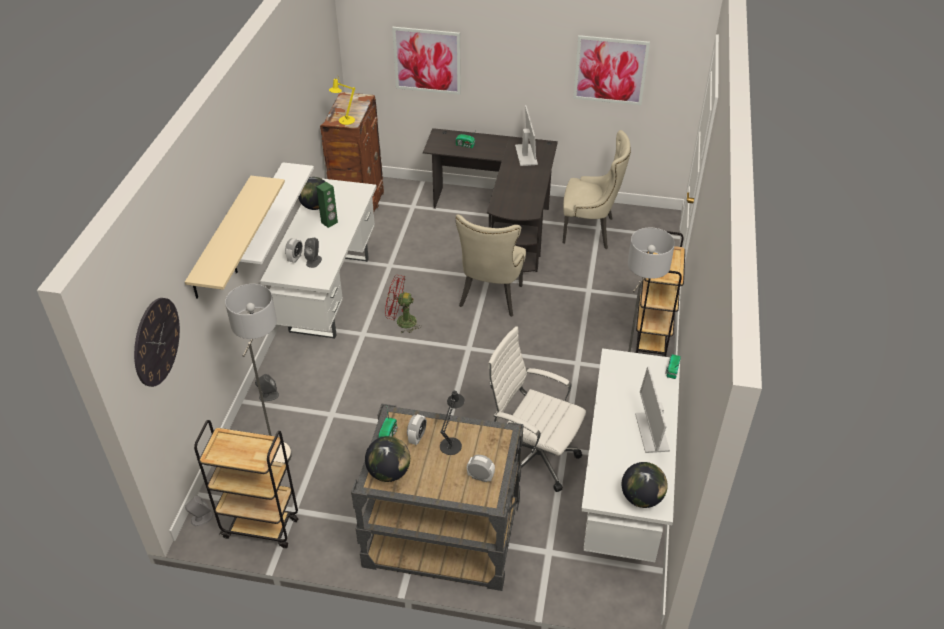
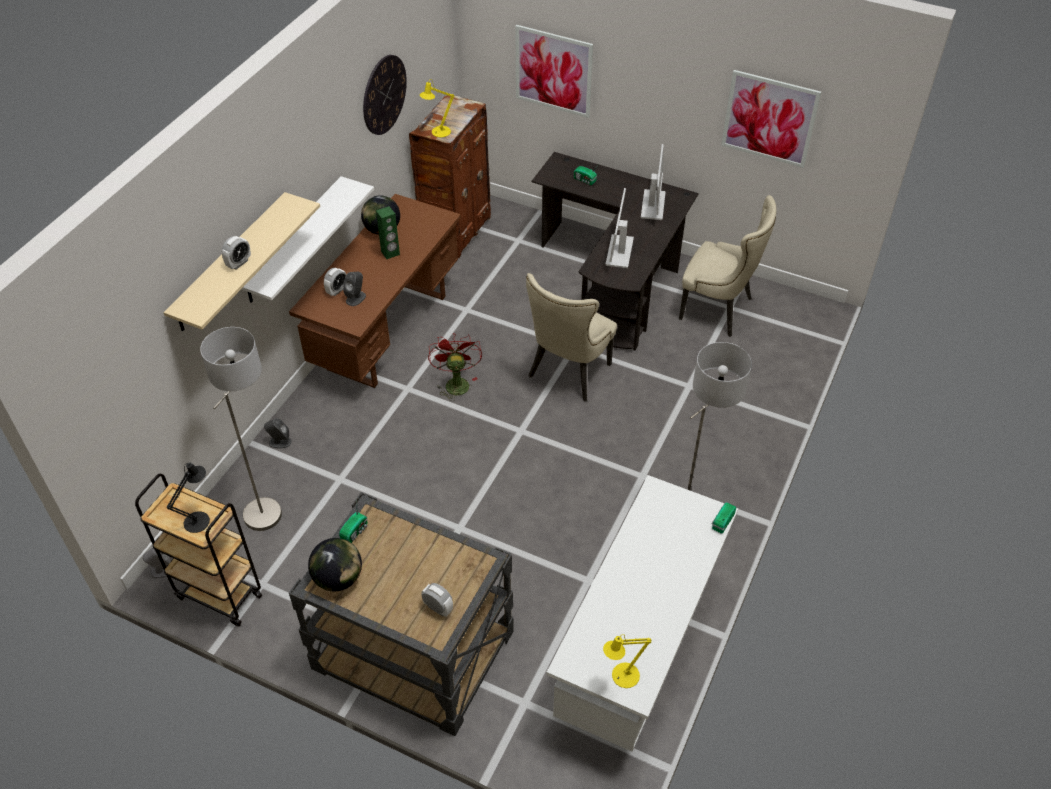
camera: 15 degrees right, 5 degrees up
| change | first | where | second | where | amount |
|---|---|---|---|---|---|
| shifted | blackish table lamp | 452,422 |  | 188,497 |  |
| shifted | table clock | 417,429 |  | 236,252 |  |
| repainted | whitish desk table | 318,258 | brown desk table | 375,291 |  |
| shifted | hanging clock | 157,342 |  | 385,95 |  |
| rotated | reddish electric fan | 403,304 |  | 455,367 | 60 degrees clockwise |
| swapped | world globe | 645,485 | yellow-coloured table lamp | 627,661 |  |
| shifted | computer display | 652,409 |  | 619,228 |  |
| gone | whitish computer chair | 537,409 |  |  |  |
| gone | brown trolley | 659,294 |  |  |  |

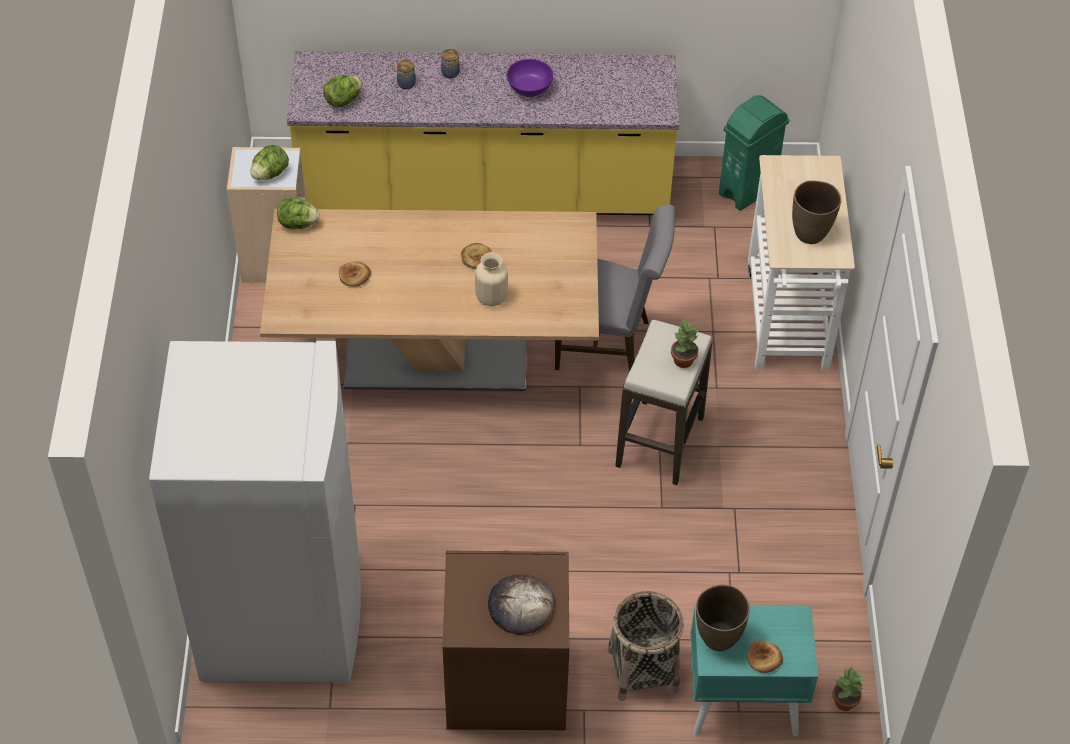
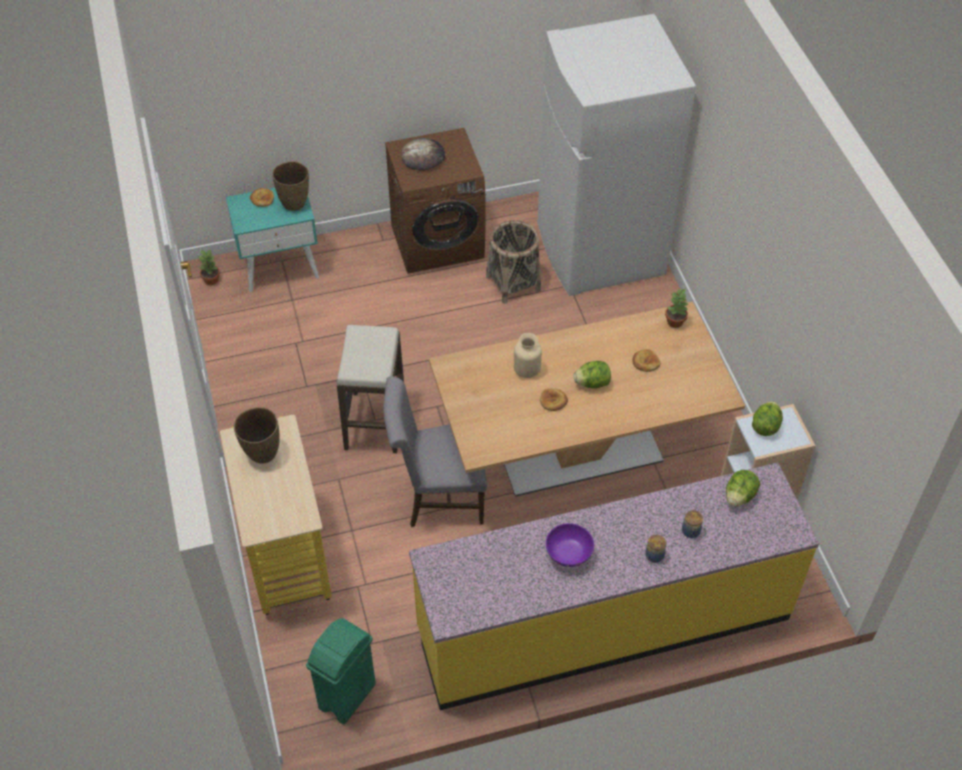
camera: 165 degrees right, 0 degrees up
| change | first | where | second | where | amount |
|---|---|---|---|---|---|
| repainted | whitish trolley | 801,262 | yellow-coloured trolley | 276,515 |  |
| shifted | storage basket | 646,646 |  | 513,262 |  |
| shifted | lettuce | 298,213 |  | 592,375 |  |
| shifted | plant in a pot | 685,343 |  | 677,308 |  |

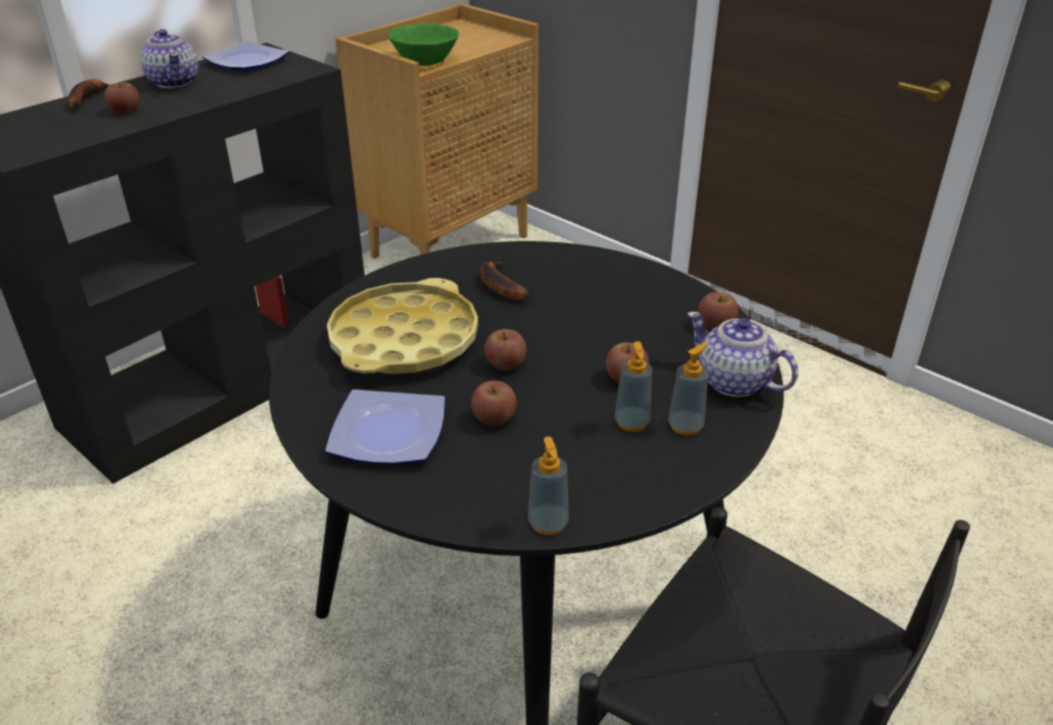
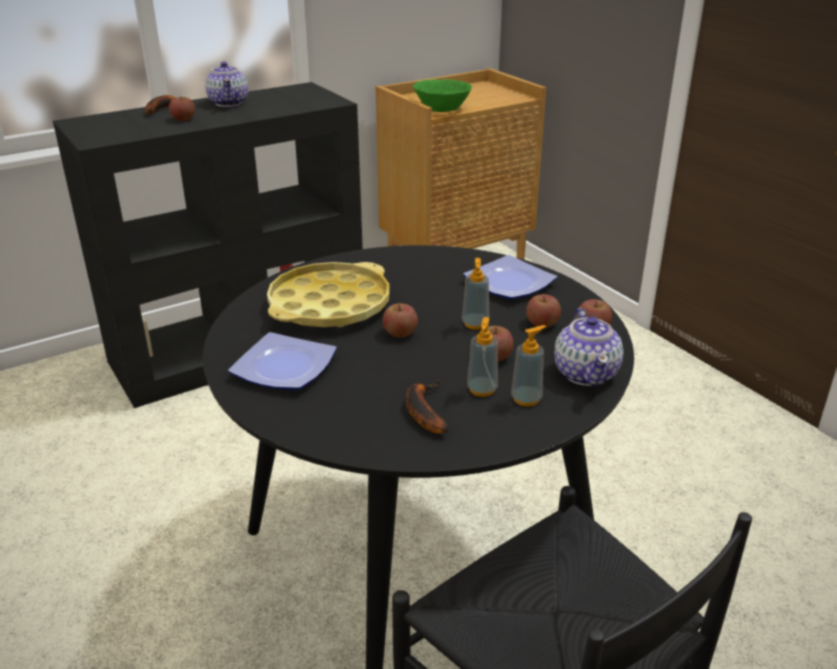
camera: 15 degrees right, 5 degrees down
| change | first | where | second | where | amount |
|---|---|---|---|---|---|
| shifted | whole banana | 504,279 |  | 427,406 |  |
| shifted | soap bottle | 548,486 |  | 475,294 |  |
| shifted | flat dish | 246,56 |  | 510,277 |  |
| shifted | whole apple | 494,403 |  | 543,311 |  |
| rotated | pot for tea | 742,354 |  | 588,347 | 150 degrees counterclockwise |

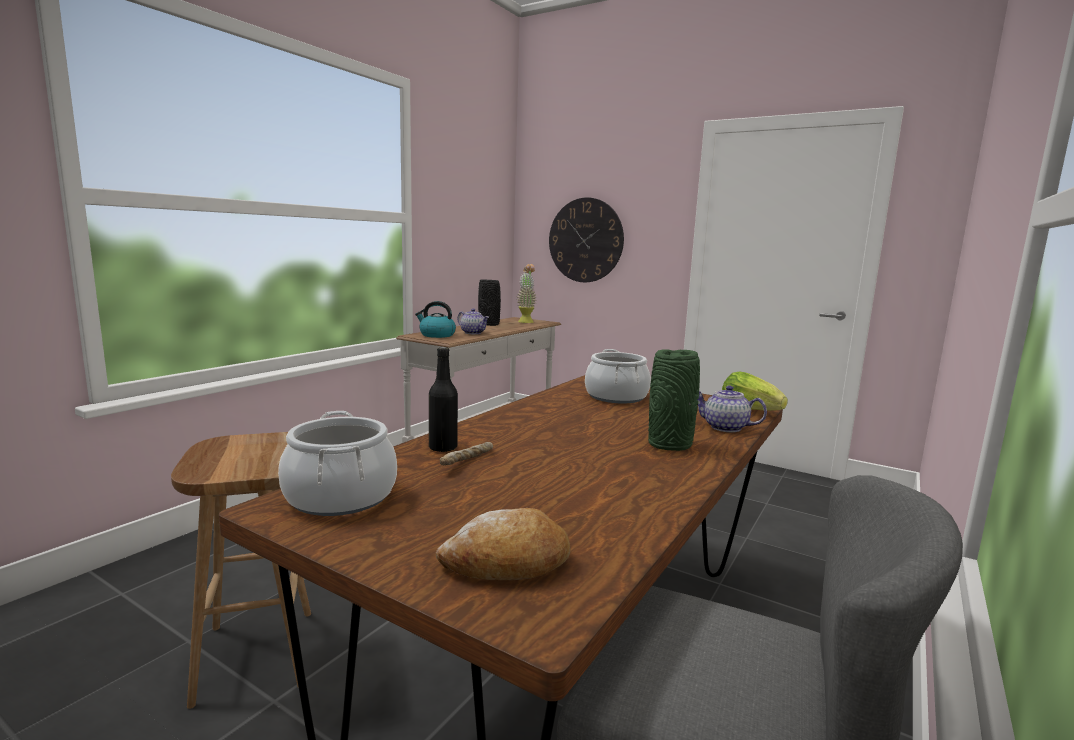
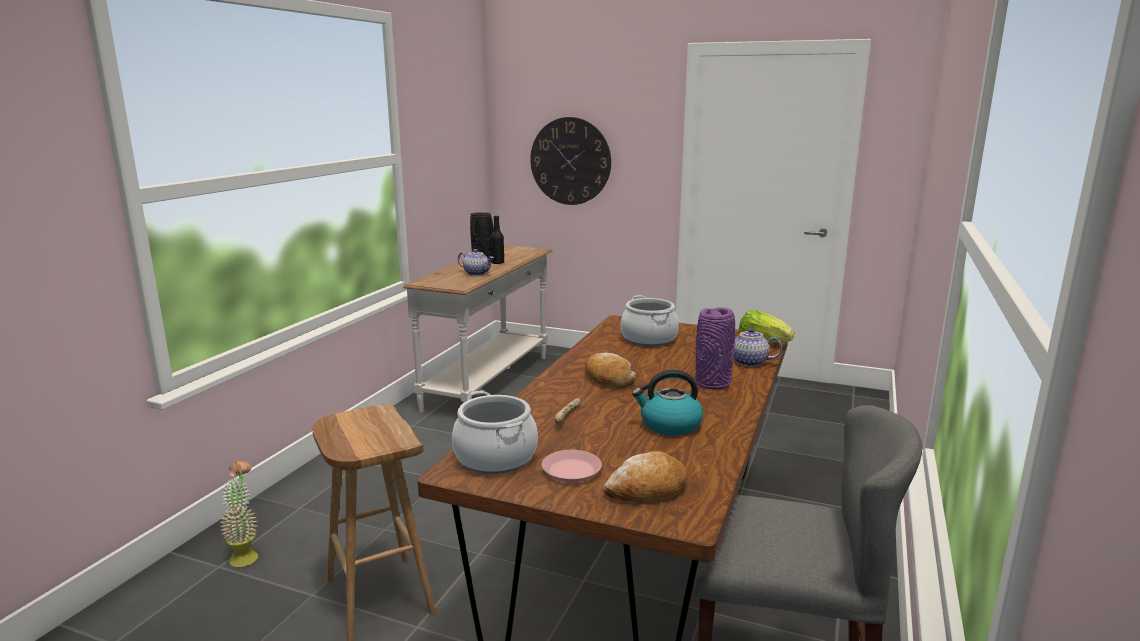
camera: 10 degrees left, 5 degrees up
| change | first | where | second | where | amount |
|---|---|---|---|---|---|
| shifted | plant in a pot | 527,293 |  | 239,513 |  |
| shifted | blackish drink bottle | 443,399 |  | 497,239 |  |
| new |  |  | pink flat dish | 572,466 |  |
| new |  |  | baked bread | 610,370 |  |
| shifted | kettle | 435,319 |  | 667,403 |  |
| repainted | green vase | 674,400 | purple-coloured vase | 715,348 |  |

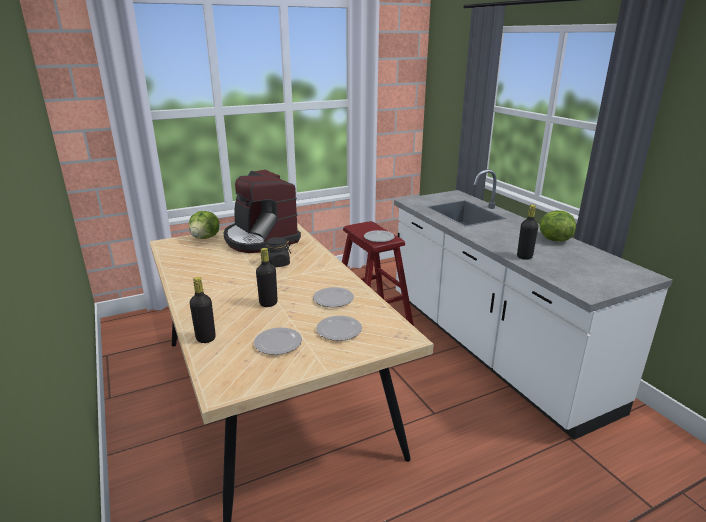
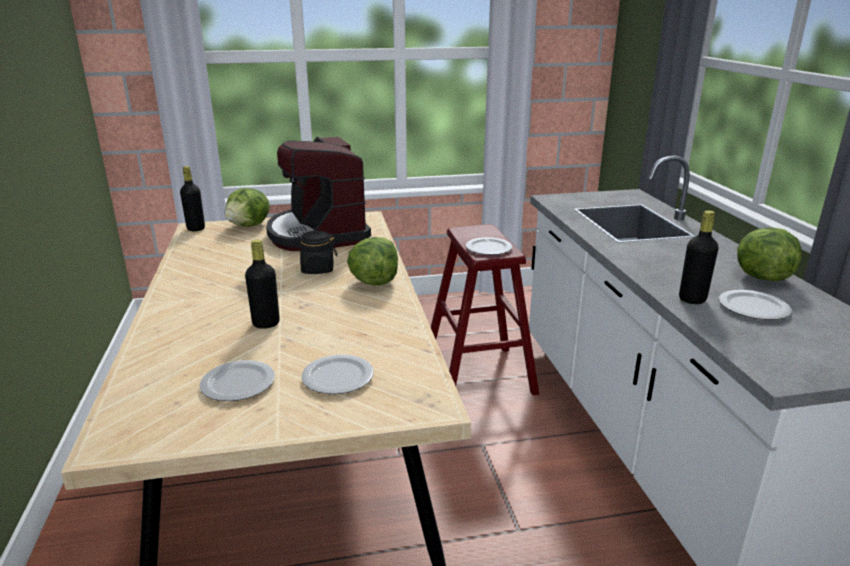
camera: 15 degrees right, 0 degrees up
| change | first | where | second | where | amount |
|---|---|---|---|---|---|
| shifted | blackish drink bottle | 203,310 |  | 192,198 |  |
| new |  |  | lettuce | 372,261 |  |
| shifted | flat dish | 333,297 |  | 755,305 |  |

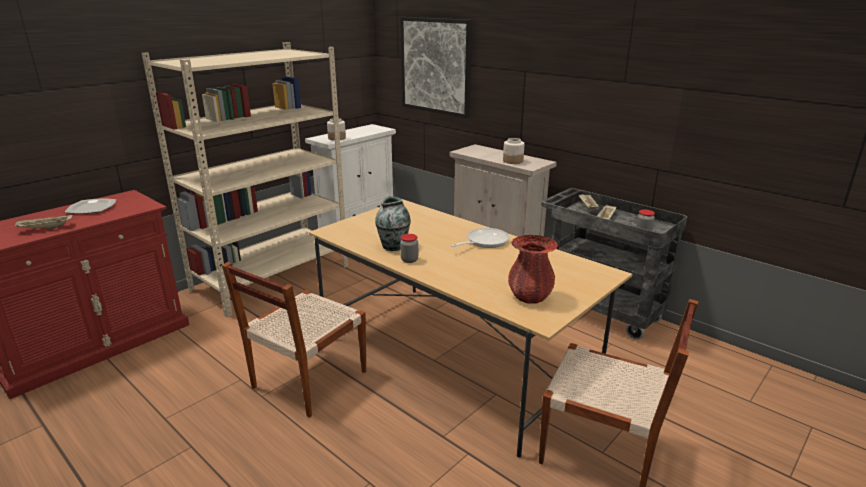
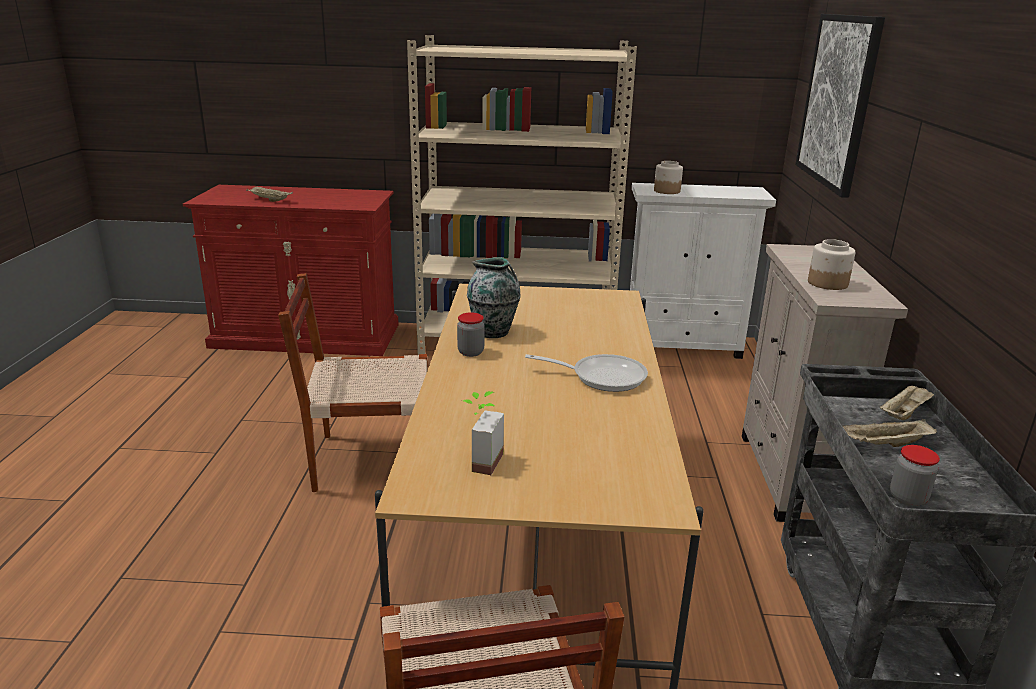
camera: 50 degrees right, 0 degrees up
| change | first | where | second | where | amount |
|---|---|---|---|---|---|
| swapped | reddish vase | 533,269 | plant in a pot | 483,433 |  |
| gone | flat dish | 90,206 |  |  |  |

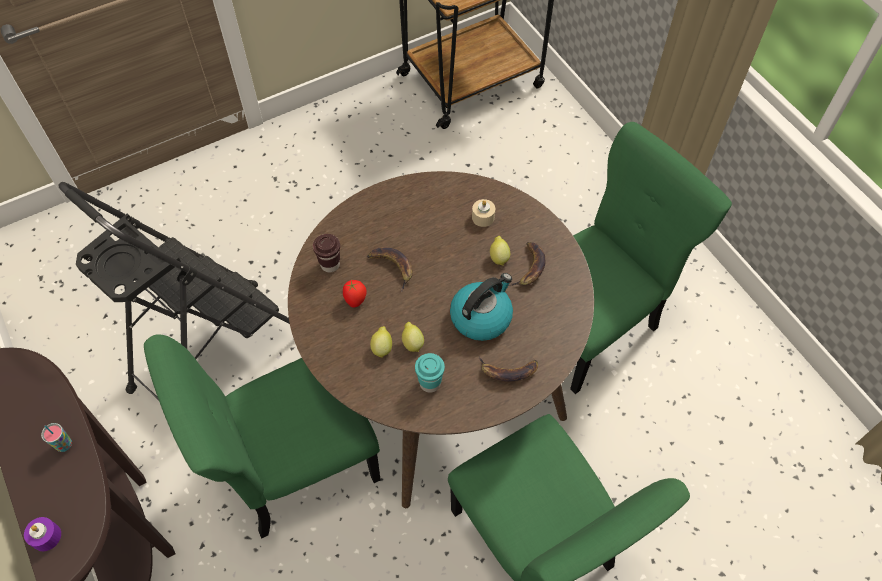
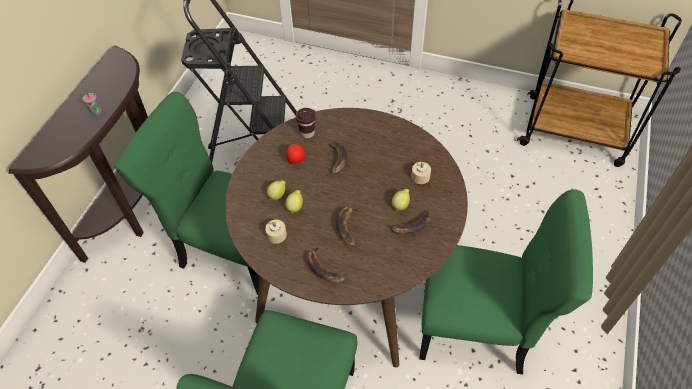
camera: 50 degrees right, 5 degrees down
| change | first | where | second | where | amount |
|---|---|---|---|---|---|
| swapped | blue-green cup | 430,373 | beige-coloured wax light | 276,232 |  |
| swapped | kettle | 481,307 | whole banana | 348,226 |  |
| gone | purple-coloured wax light | 42,534 |  |  |  |

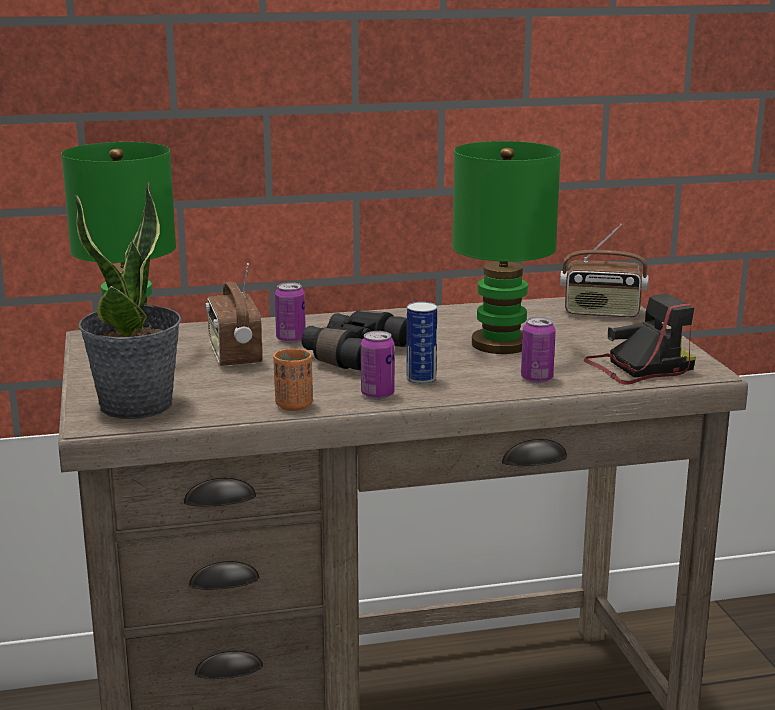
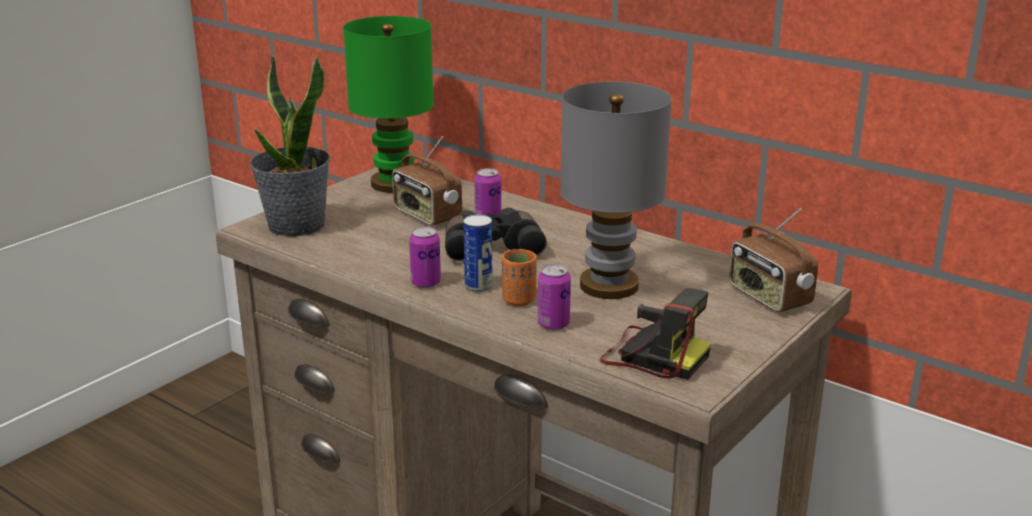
camera: 50 degrees right, 5 degrees up
| change | first | where | second | where | amount |
|---|---|---|---|---|---|
| rotated | radio | 234,314 |  | 427,181 | 75 degrees counterclockwise |
| shifted | orange cup | 293,380 |  | 519,277 |  |
| repainted | green table lamp | 506,247 | gray table lamp | 616,190 |  |

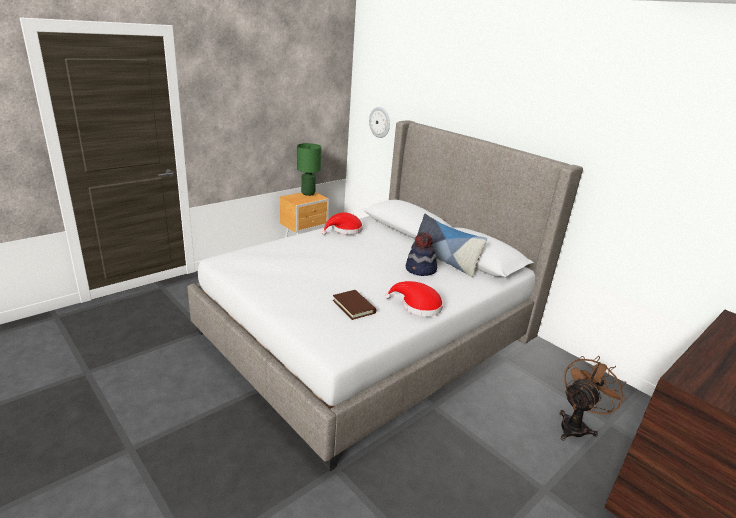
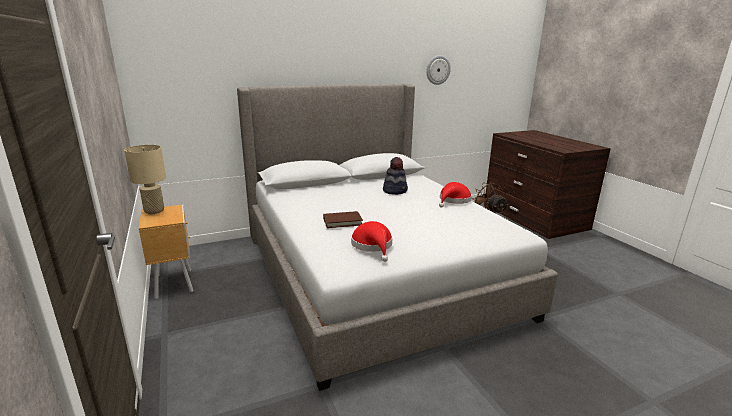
camera: 70 degrees left, 5 degrees down
| change | first | where | second | where | amount |
|---|---|---|---|---|---|
| repainted | green table lamp | 309,169 | beige-coloured table lamp | 145,179 |  |
| shifted | brown volume | 354,305 |  | 343,219 |  |
| shifted | reddish hat | 342,224 |  | 372,241 |  |
| shifted | hanging clock | 379,122 |  | 438,70 |  |
| gone | throw pillow | 449,245 |  |  |  |

